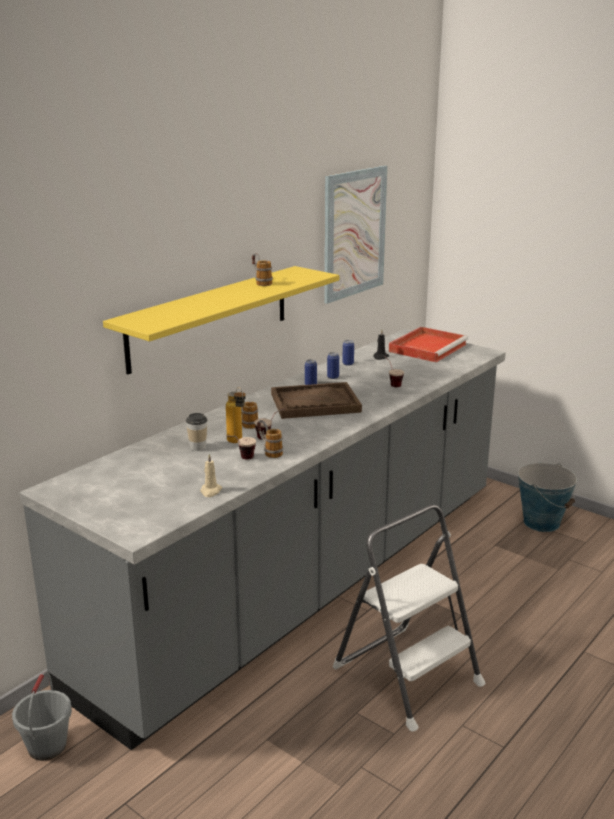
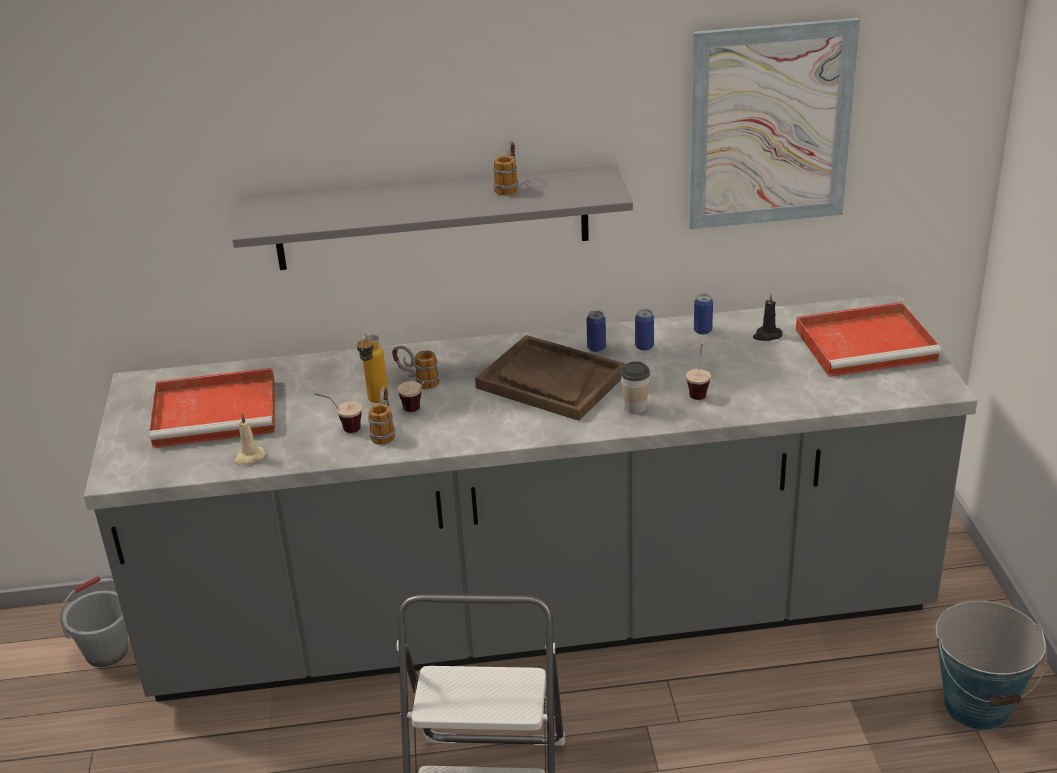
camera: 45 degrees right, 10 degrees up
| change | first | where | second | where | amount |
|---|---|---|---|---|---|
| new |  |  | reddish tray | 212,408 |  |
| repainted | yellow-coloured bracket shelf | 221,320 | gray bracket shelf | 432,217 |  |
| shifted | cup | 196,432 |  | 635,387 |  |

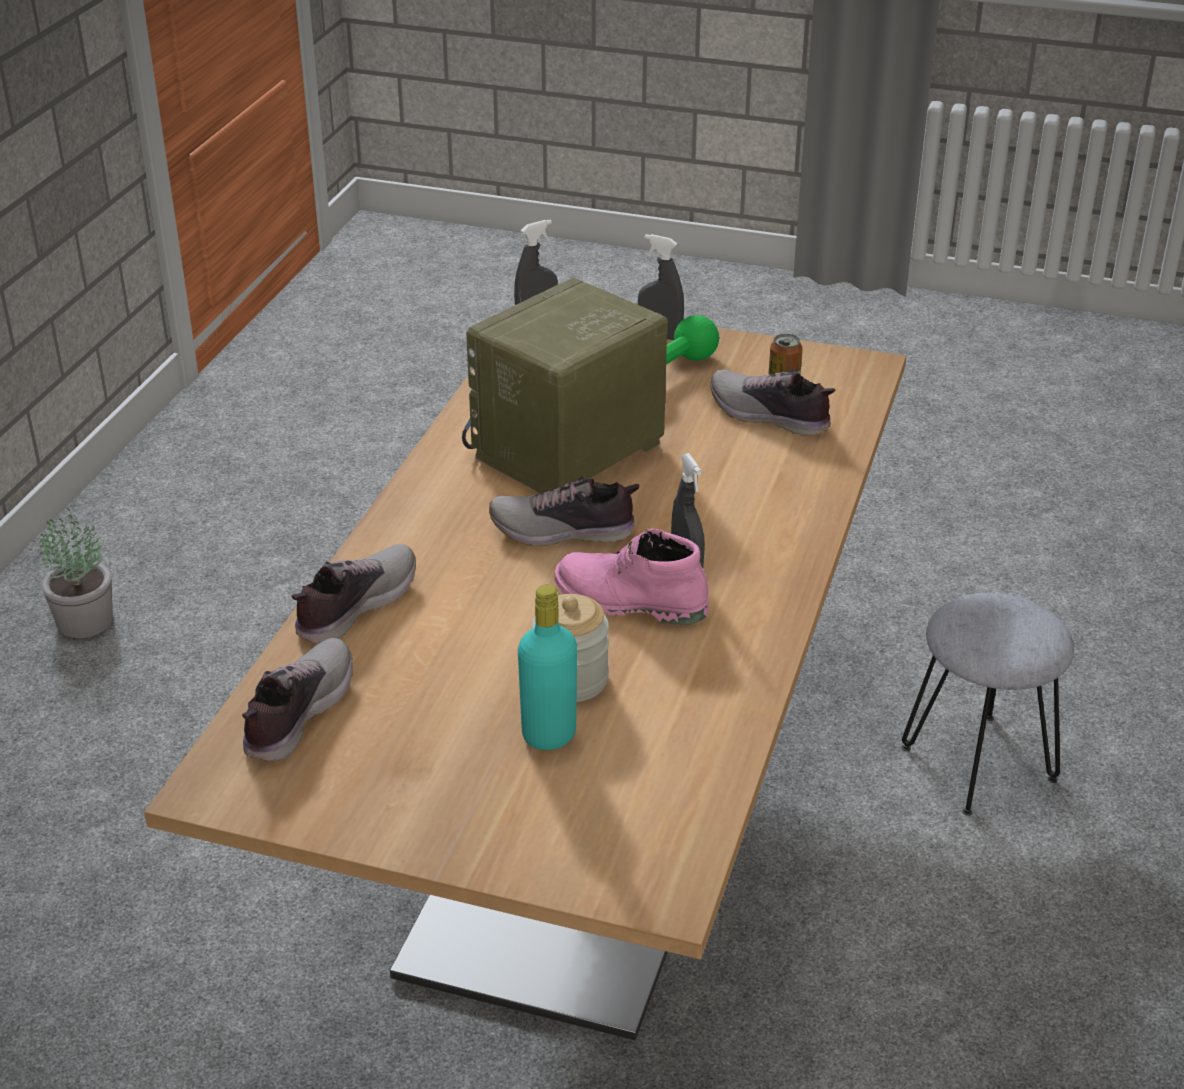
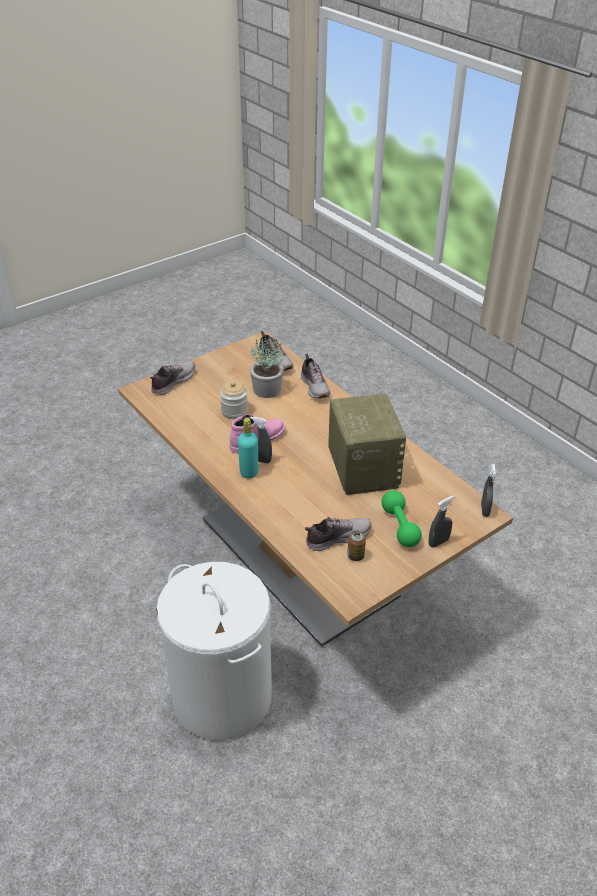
camera: 125 degrees right, 5 degrees up
| change | first | where | second | where | amount |
|---|---|---|---|---|---|
| shifted | item of footwear | 564,511 |  | 172,377 |  |
| swapped | gray sitting stool | 987,704 | whitish washing basket | 214,651 |  |
| shifted | blue-green drink bottle | 547,667 |  | 248,448 |  |
| shifted | plant in a pot | 76,573 |  | 267,366 |  |

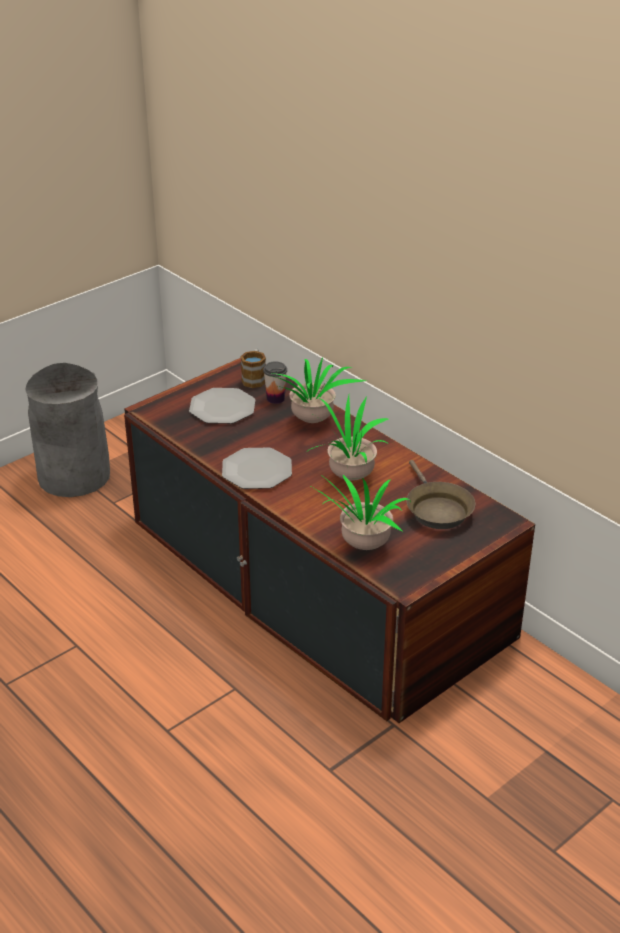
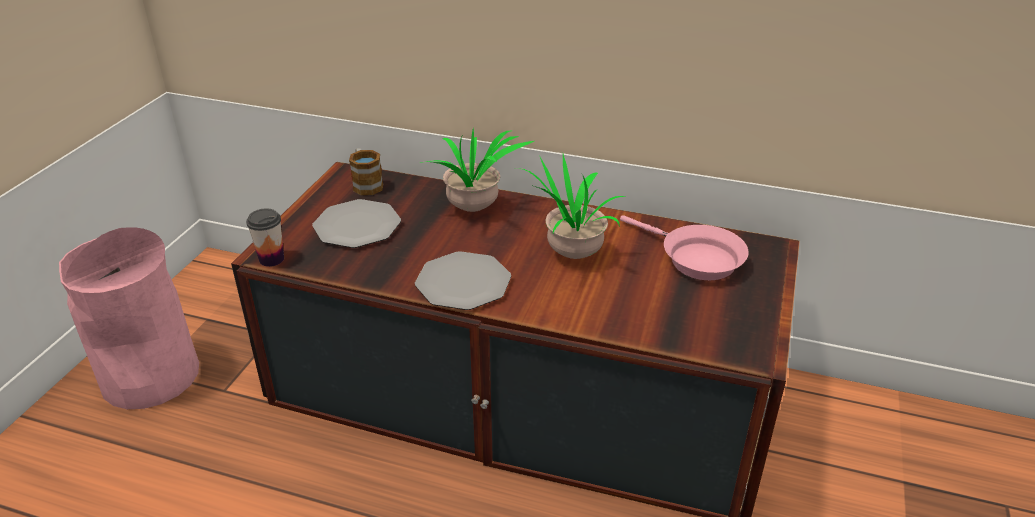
camera: 30 degrees left, 0 degrees up
| change | first | where | second | where | amount |
|---|---|---|---|---|---|
| repainted | gray rubbish bin | 68,430 | pink rubbish bin | 129,318 |  |
| shifted | cup | 275,382 |  | 265,237 |  |
| repainted | brown pan | 441,494 | pink pan | 684,247 |  |
| gone | plant in a pot | 361,512 |  |  |  |

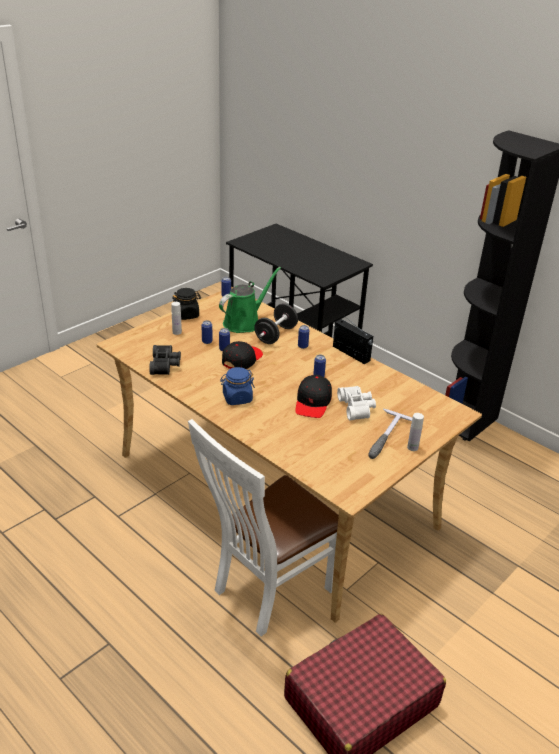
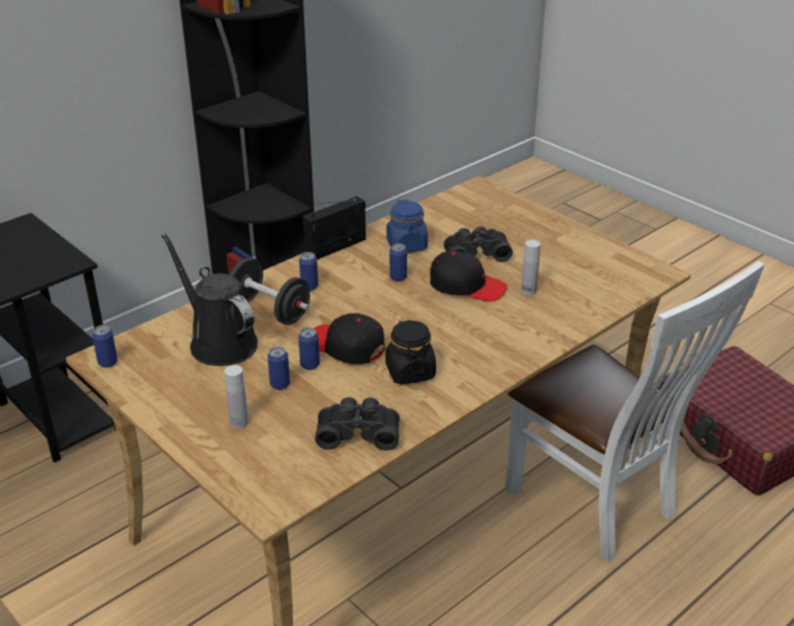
camera: 85 degrees left, 0 degrees up
| change | first | where | second | where | amount |
|---|---|---|---|---|---|
| repainted | green watering pot | 250,300 | blackish watering pot | 209,299 |  |
| shifted | blackish preserve jar | 186,304 |  | 410,352 |  |
| shifted | bluish preserve jar | 237,386 |  | 407,226 |  |
| repainted | whitish binoculars | 356,403 | blackish binoculars | 478,244 |  |
| shifted | whitish drink bottle | 415,432 |  | 530,267 |  |
| gone | hand hammer | 390,434 |  |  |  |

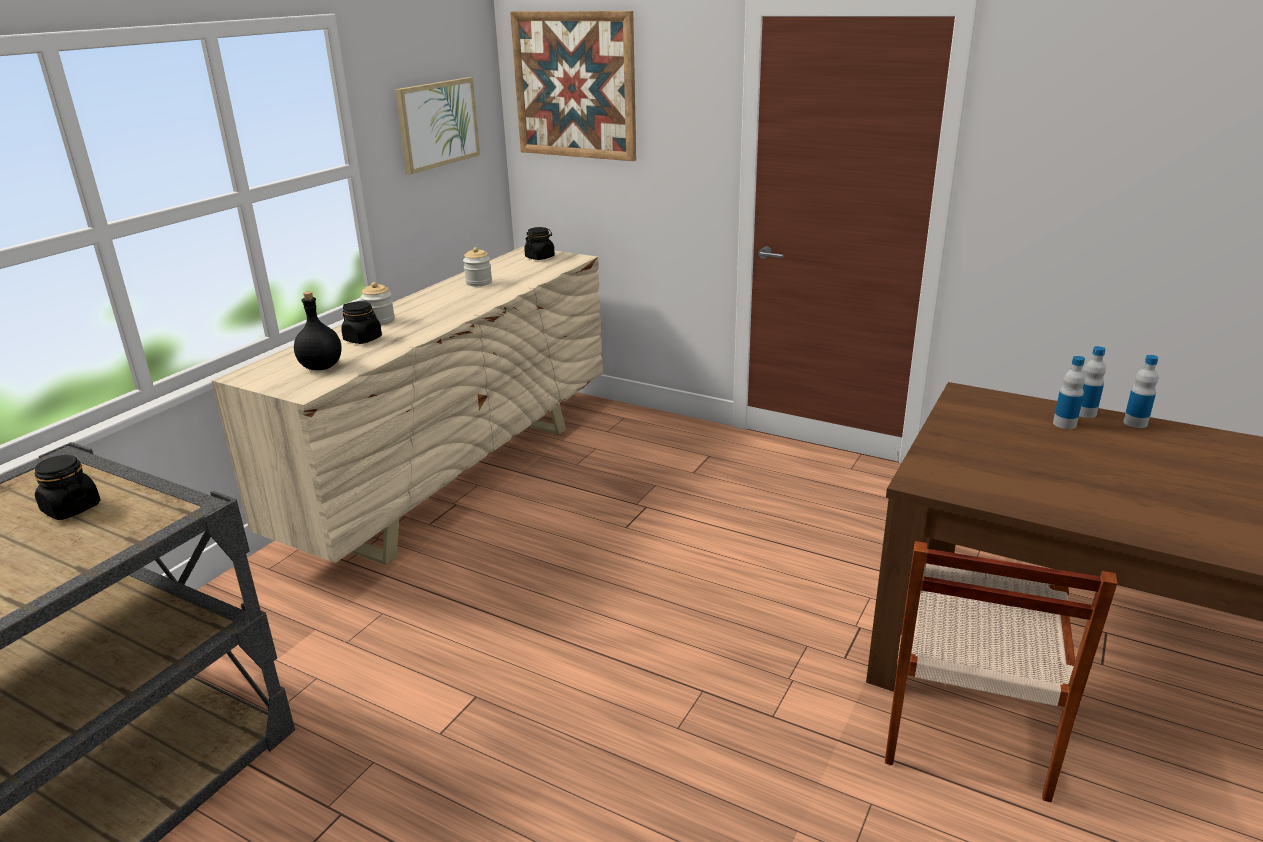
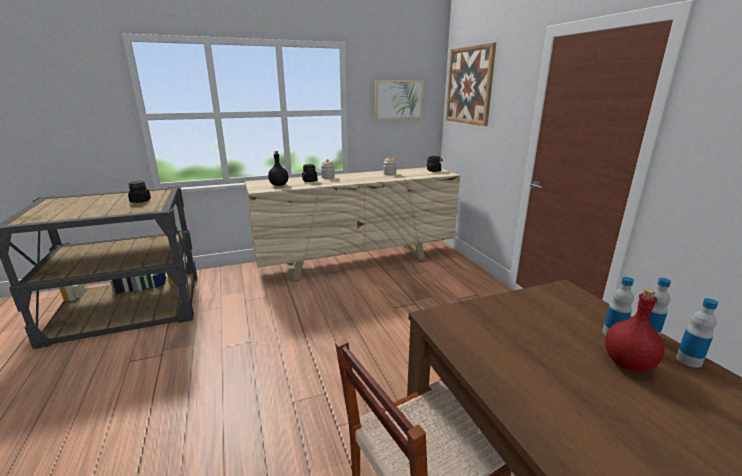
camera: 40 degrees right, 5 degrees down
| change | first | where | second | where | amount |
|---|---|---|---|---|---|
| new |  |  | reddish drink bottle | 635,330 |  |

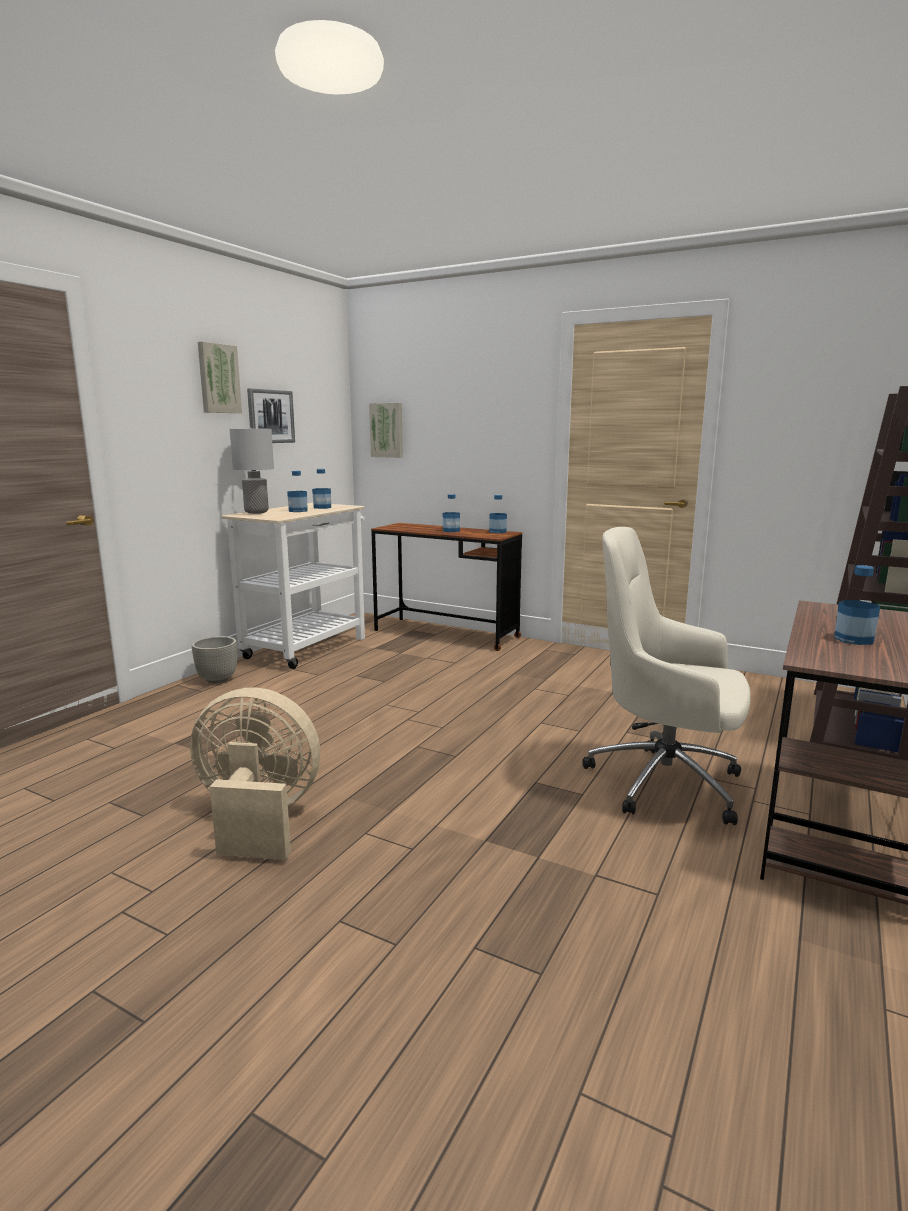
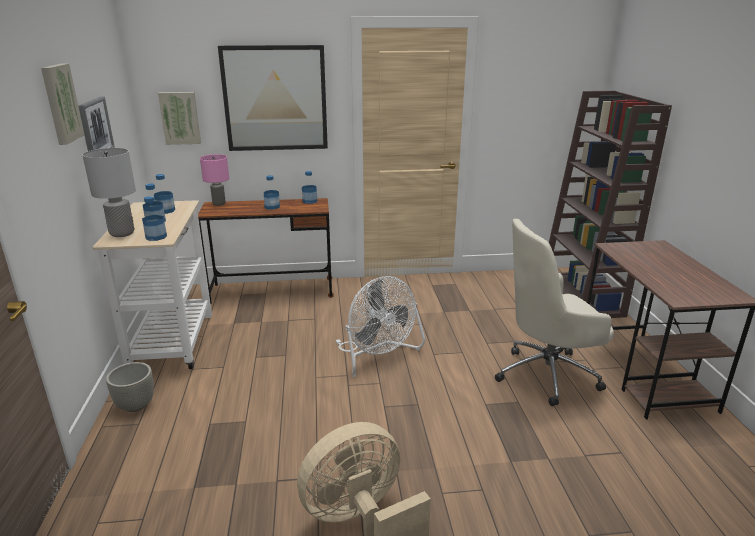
camera: 35 degrees left, 10 degrees up
| change | first | where | second | where | amount |
|---|---|---|---|---|---|
| shifted | drink bottle | 857,605 |  | 154,218 |  |
| new |  |  | pink table lamp | 214,180 |  |
| new |  |  | wall picture | 273,98 |  |
| new |  |  | whitish electric fan | 380,326 |  |

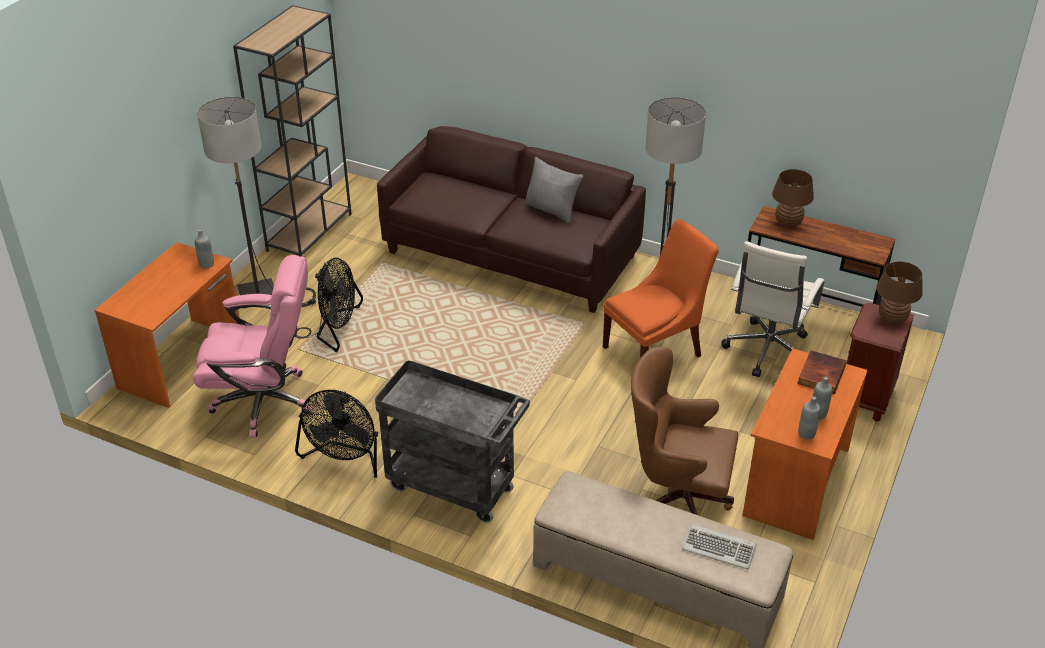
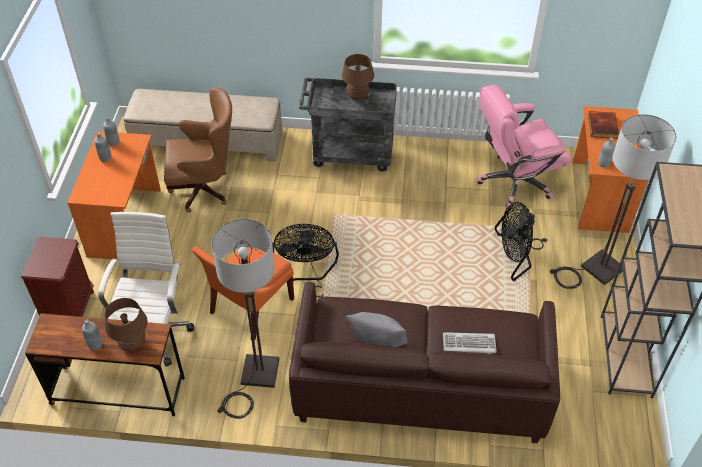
camera: 160 degrees right, 10 degrees up
| change | first | where | second | where | amount |
|---|---|---|---|---|---|
| new |  |  | gray drink bottle | 92,334 |  |
| shifted | blackish electric fan | 336,434 |  | 305,260 |  |
| shifted | brown table lamp | 899,292 |  | 357,77 |  |
| shifted | keyboard | 719,547 |  | 470,343 |  |
| shifted | volume | 822,372 |  | 603,125 |  |

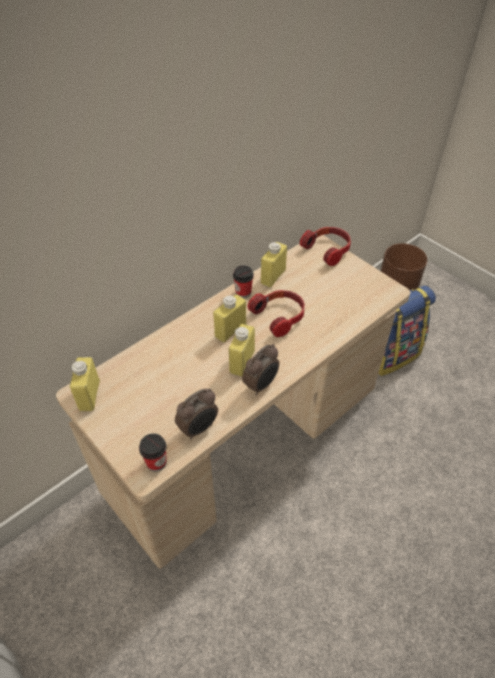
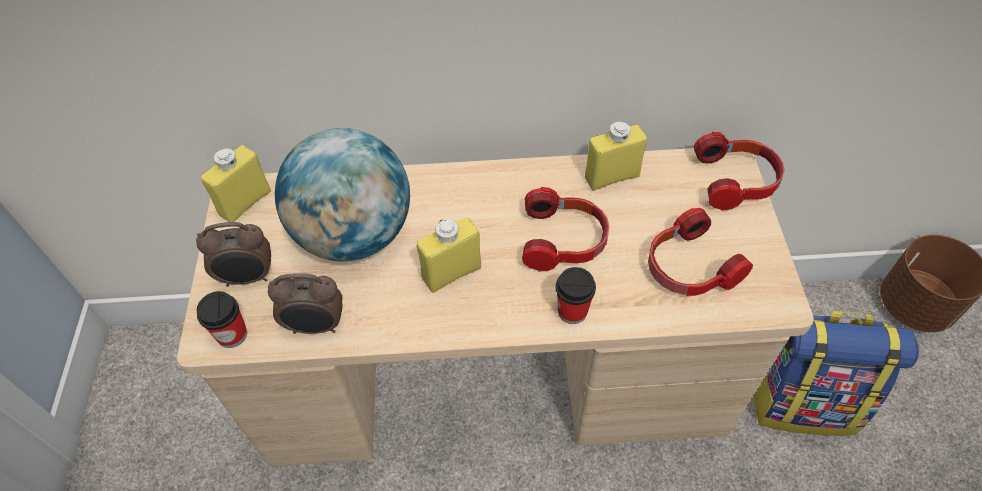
camera: 40 degrees right, 5 degrees up
| change | first | where | second | where | amount |
|---|---|---|---|---|---|
| shifted | table clock | 260,369 |  | 233,254 |  |
| new |  |  | world globe | 342,195 |  |
| shifted | cup | 243,281 |  | 576,295 |  |
| new |  |  | headset | 700,252 |  |
| gone | yellow-coloured drink bottle | 229,318 |  |  |  |

